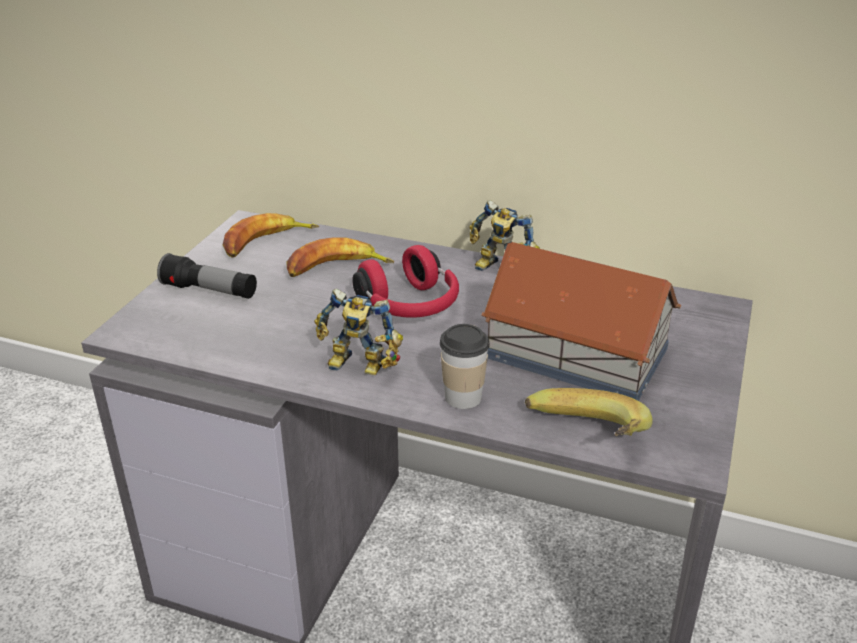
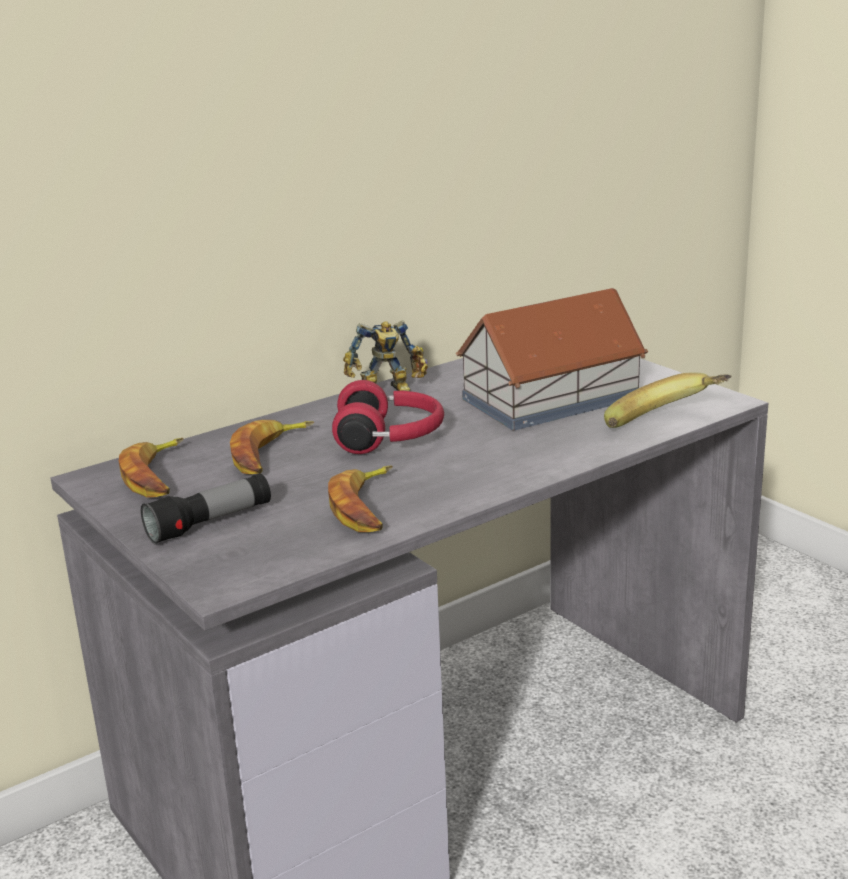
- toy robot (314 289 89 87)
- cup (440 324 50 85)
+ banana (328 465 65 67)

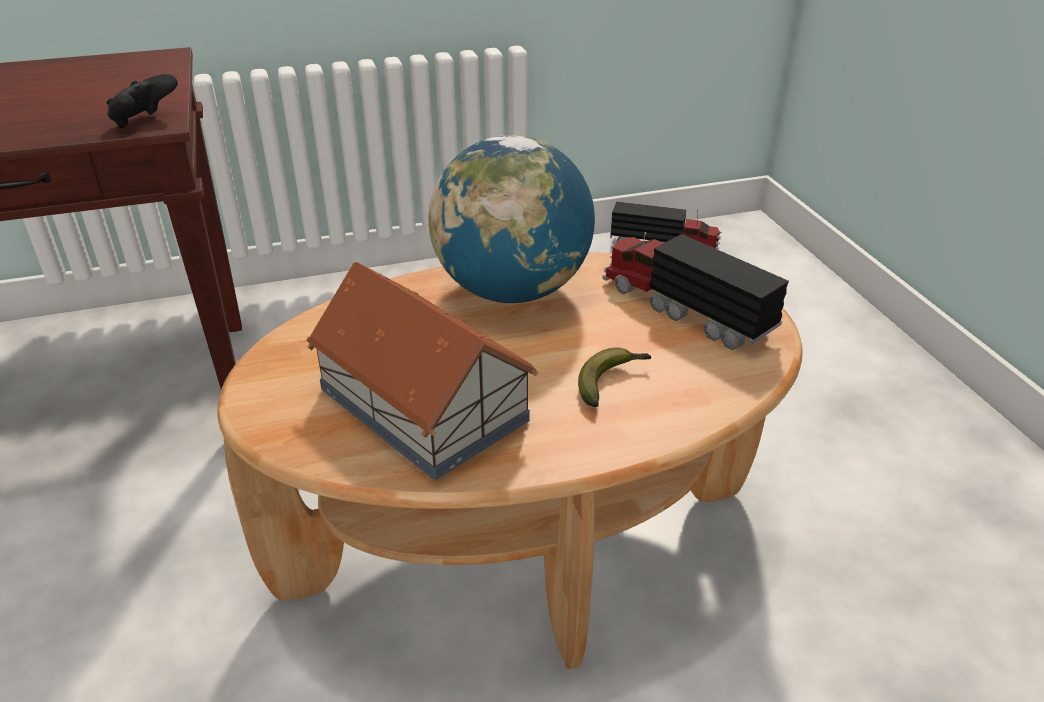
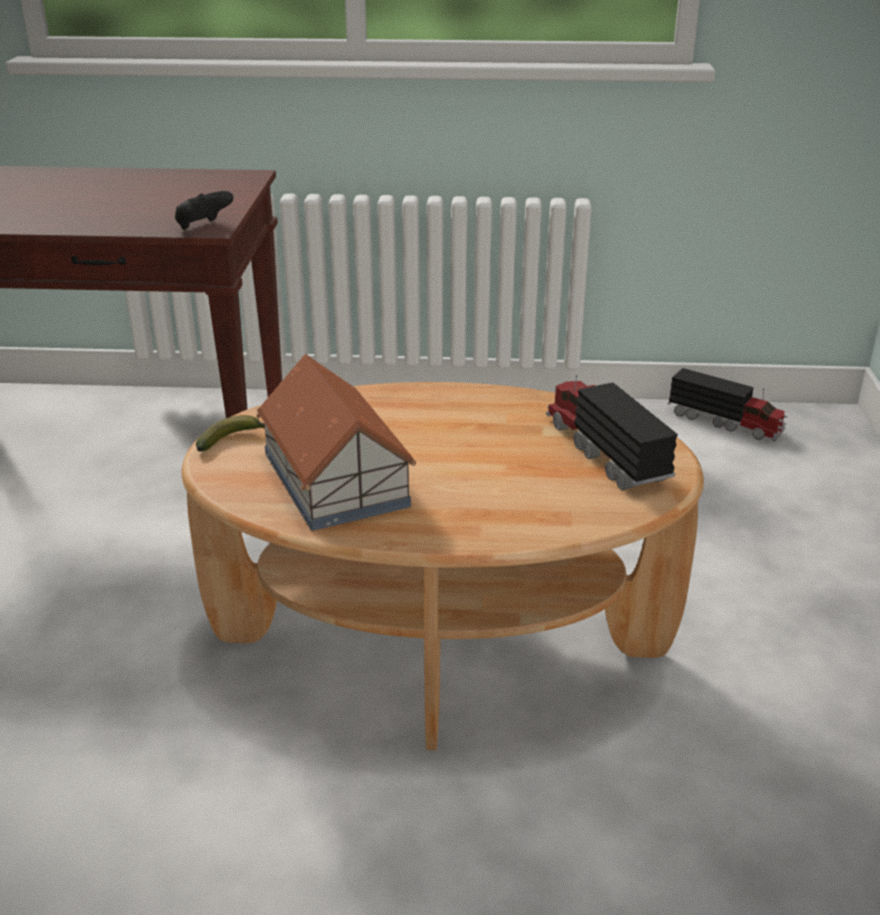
- globe (428 135 167 168)
~ banana (578 347 73 60) to (196 415 69 37)

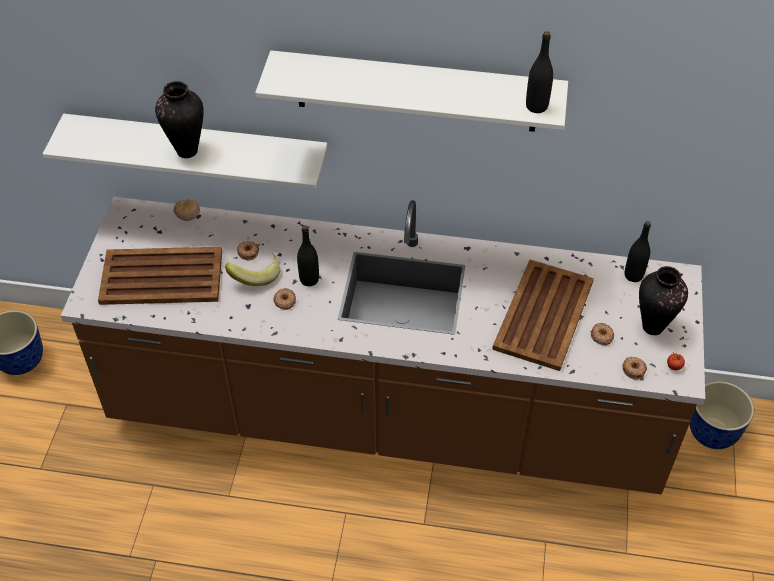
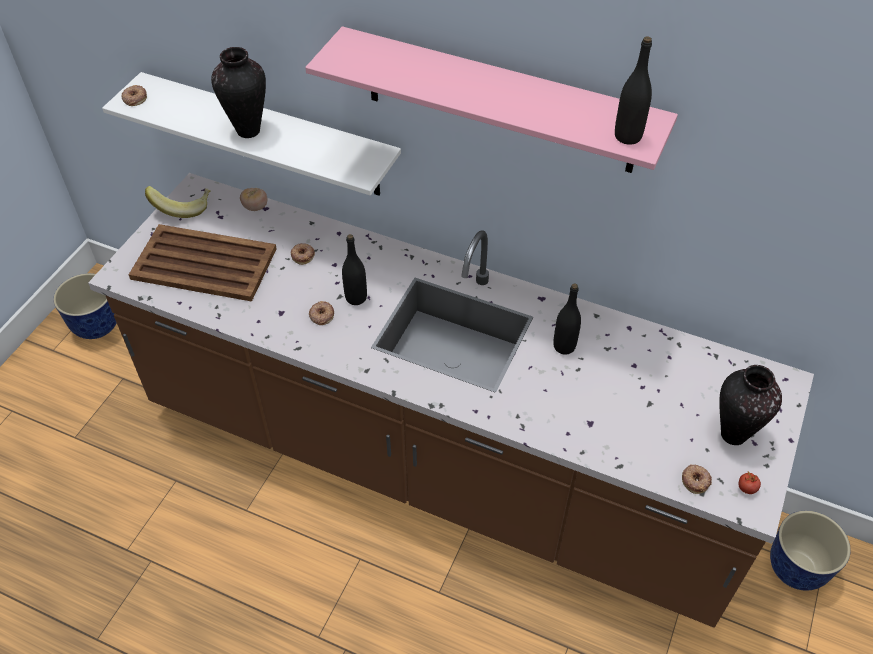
~ banana (225 252 55 34) to (145 186 66 32)
~ white shelf (255 50 313 82) to pink shelf (305 26 373 147)
- brown tray (492 260 102 111)
~ donut (591 323 23 23) to (122 85 25 21)
~ black bottle (625 221 26 61) to (553 283 28 72)

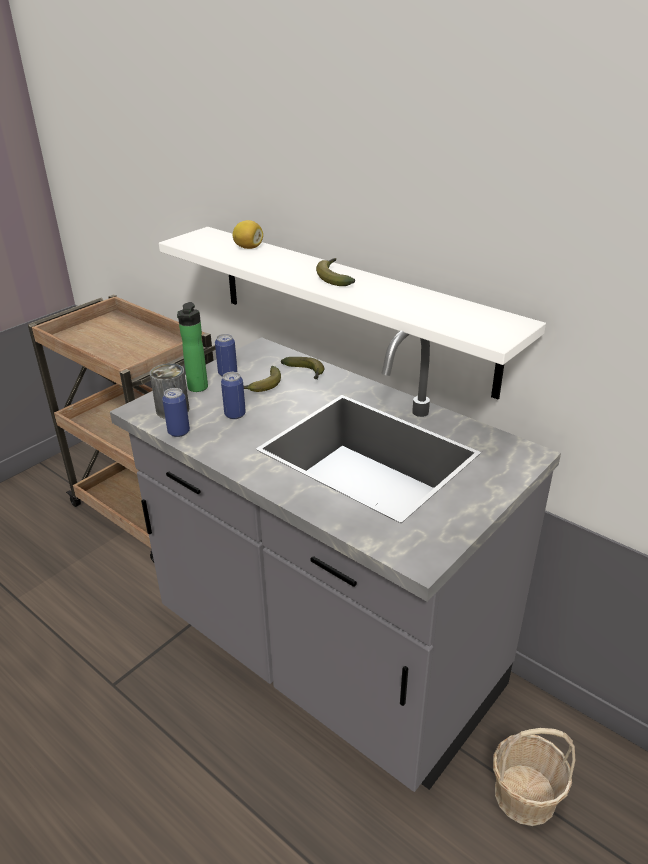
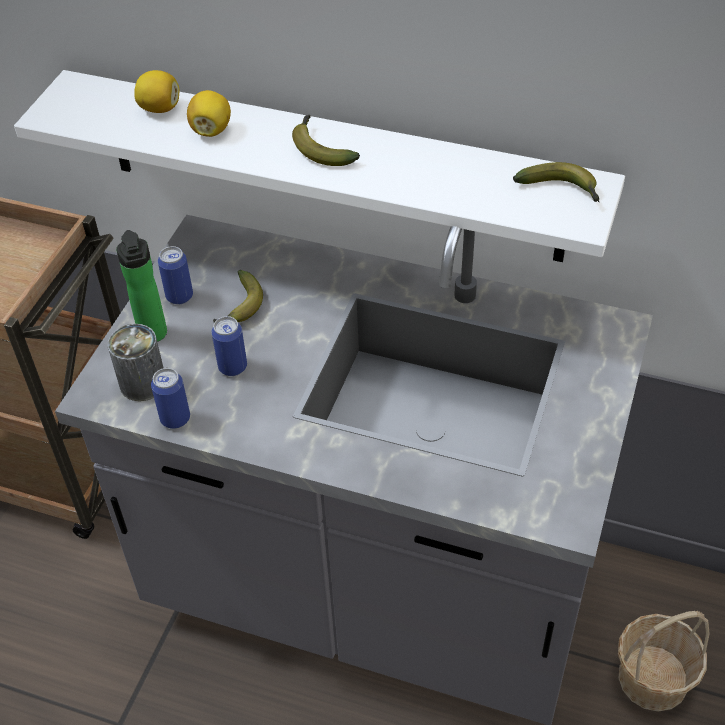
~ banana (281 357 43 23) to (513 162 86 40)
+ lemon (187 90 44 47)

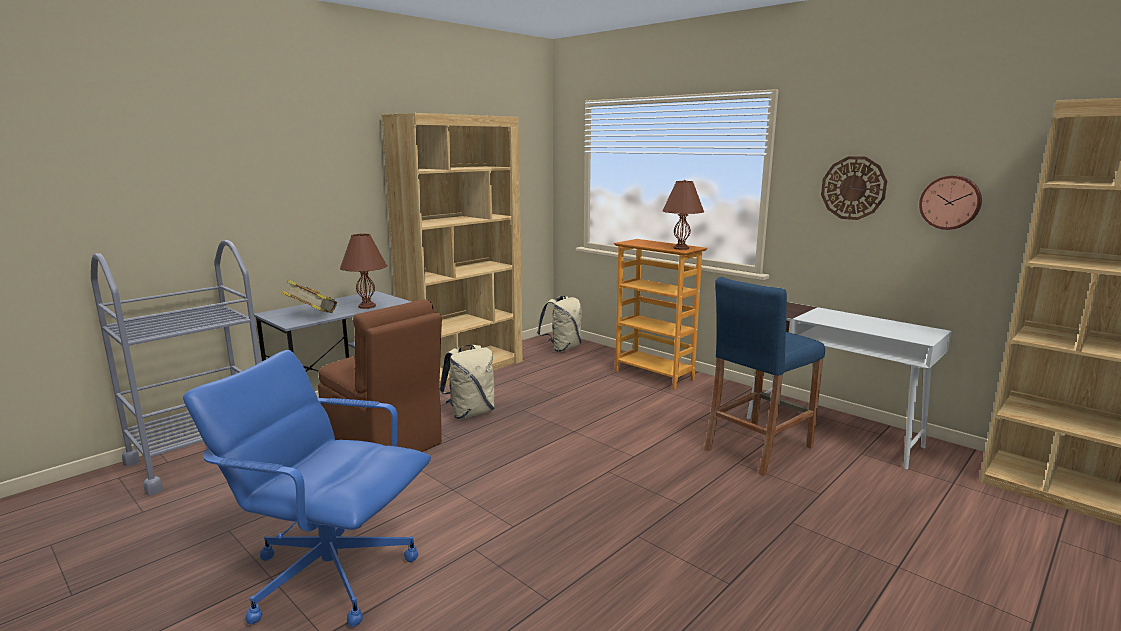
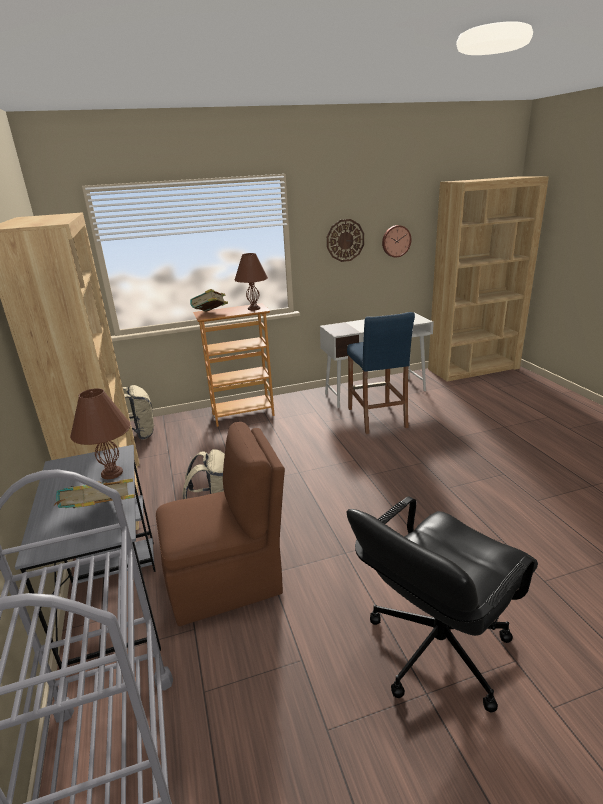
~ blue office chair (183 350 248 277) to black office chair (347 496 191 216)
+ book (190 289 38 23)

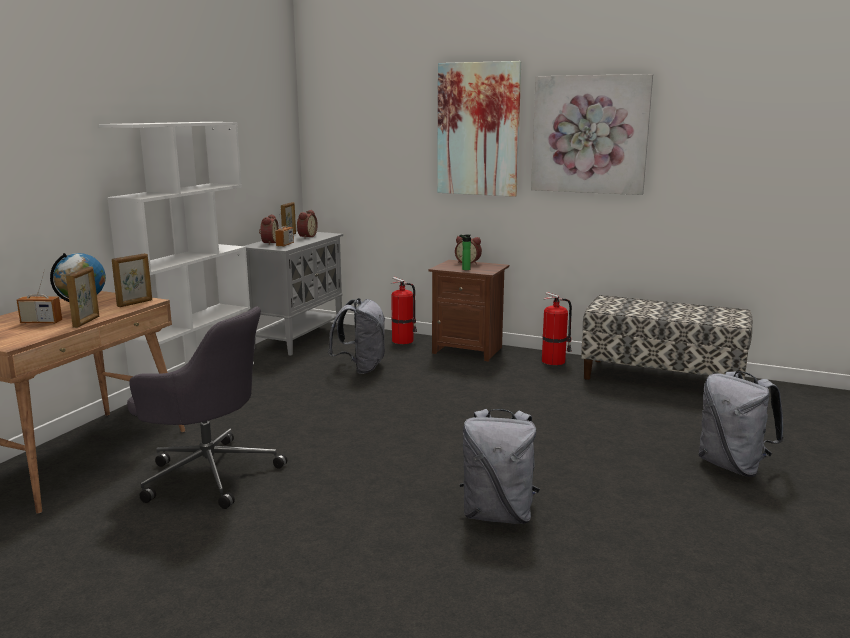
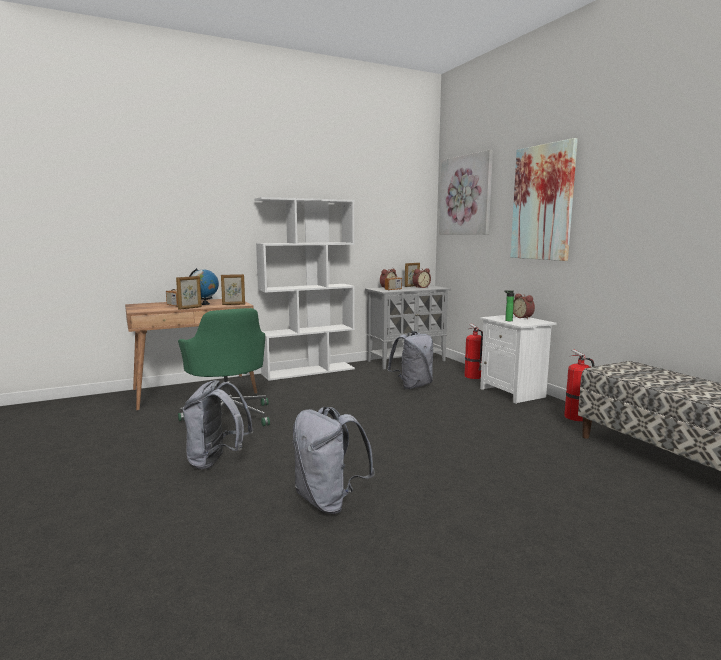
~ grey office chair (127 307 160 202) to green office chair (178 308 92 118)
~ brown nightstand (429 260 80 102) to white nightstand (480 314 77 90)
~ picture (531 74 122 121) to (439 150 54 85)
~ grey backpack (699 371 85 106) to (183 380 70 90)

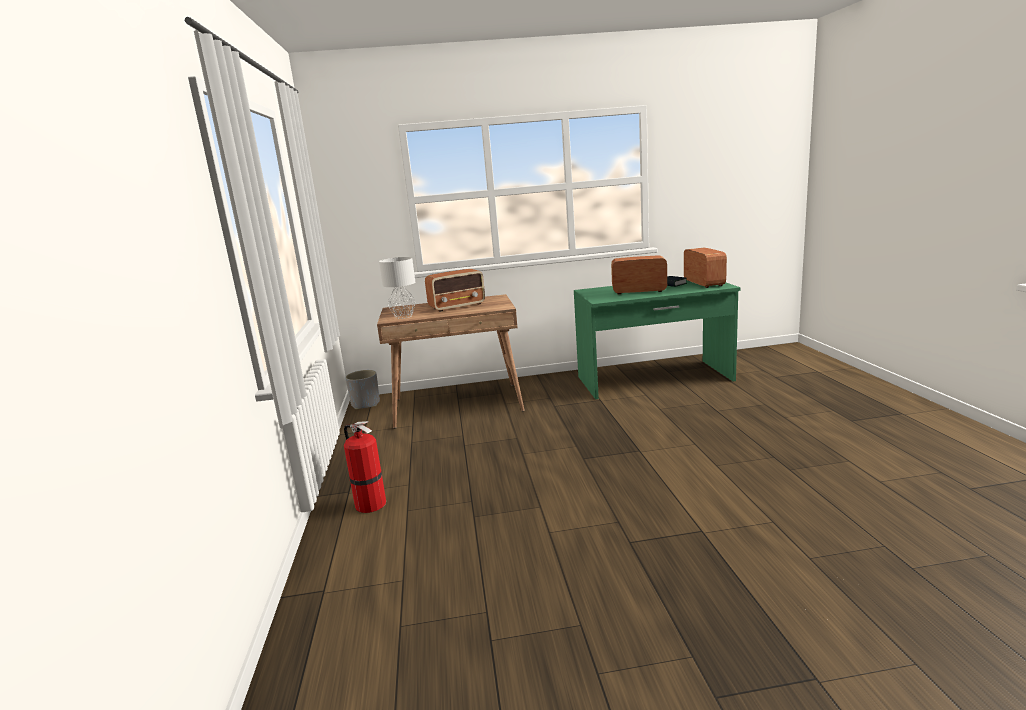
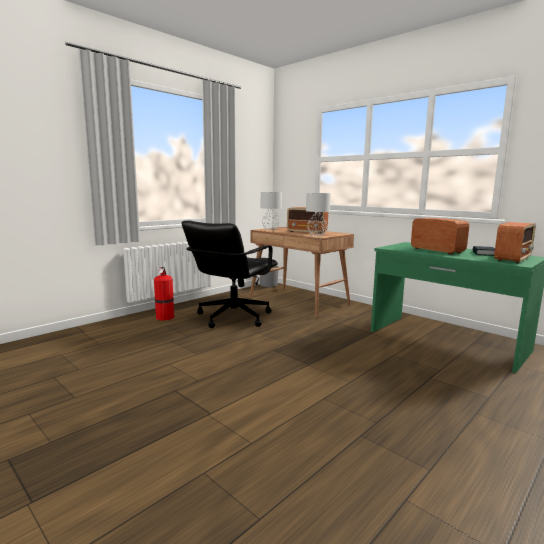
+ black office chair (182 221 96 107)
+ grey table lamp (306 193 25 44)

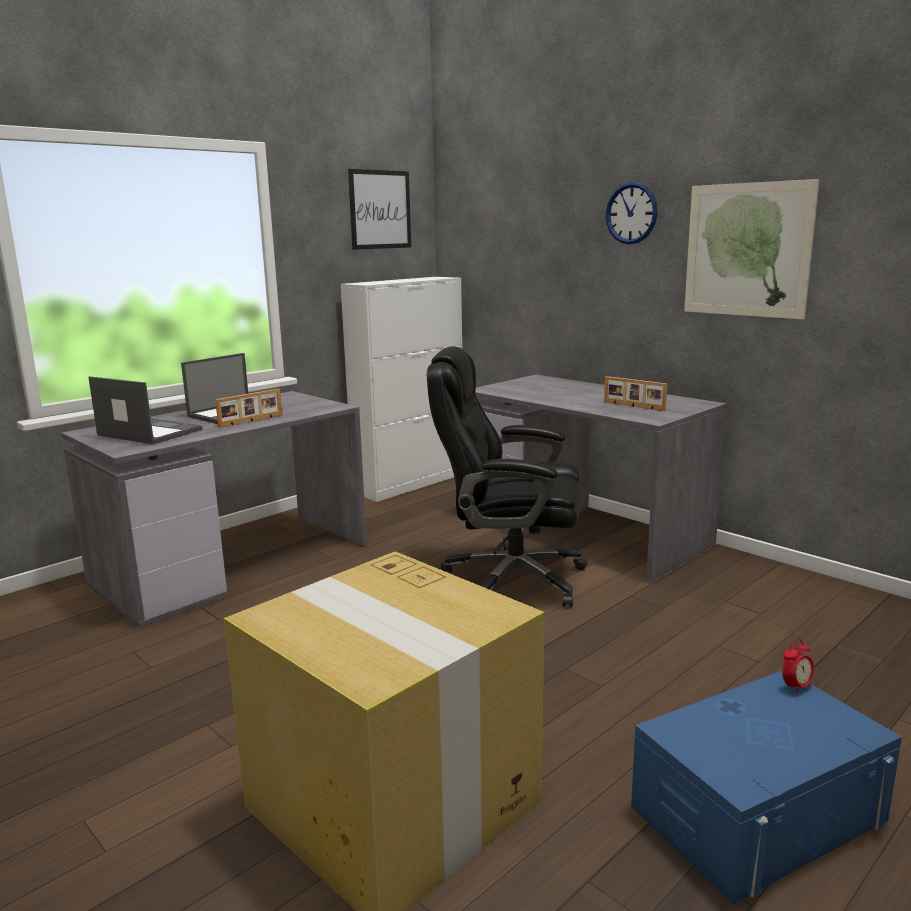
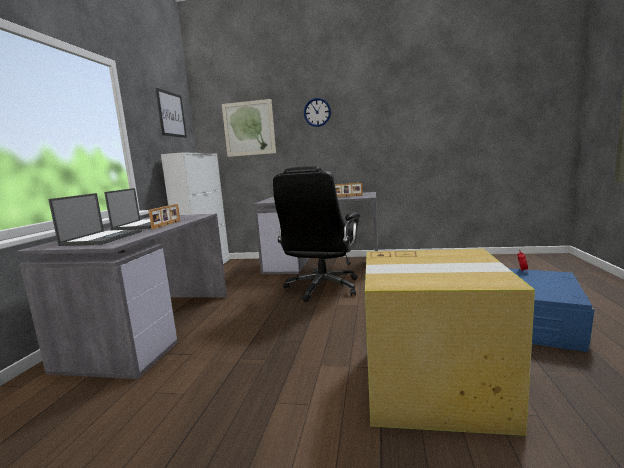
~ laptop (88 376 115 68) = (48 193 94 53) 105 degrees clockwise
~ black office chair (427 346 160 261) = (273 166 87 136) 45 degrees counterclockwise
~ picture (684 179 135 140) to (222 99 54 58)

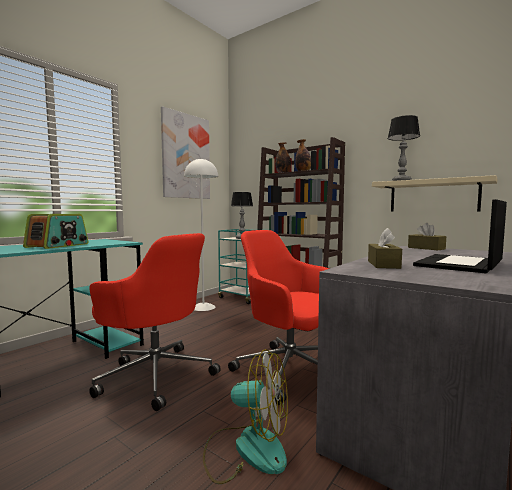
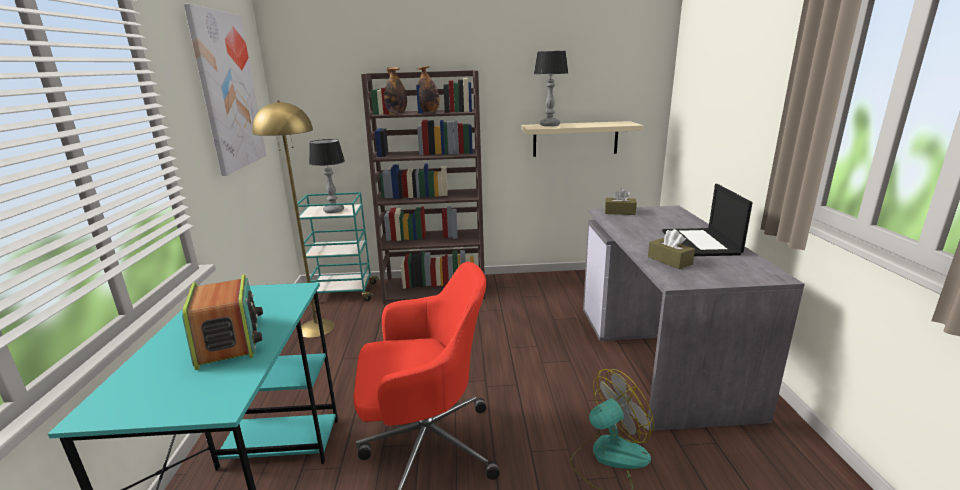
~ white floor lamp (184 158 34 153) to yellow floor lamp (252 100 83 238)
- red office chair (228 230 101 175)

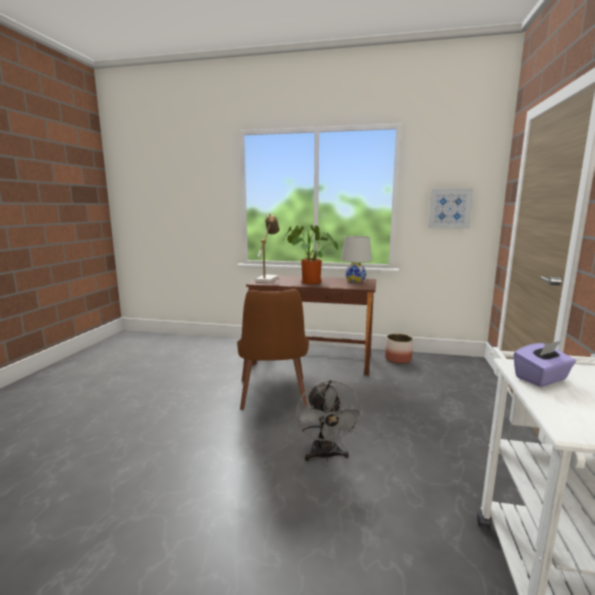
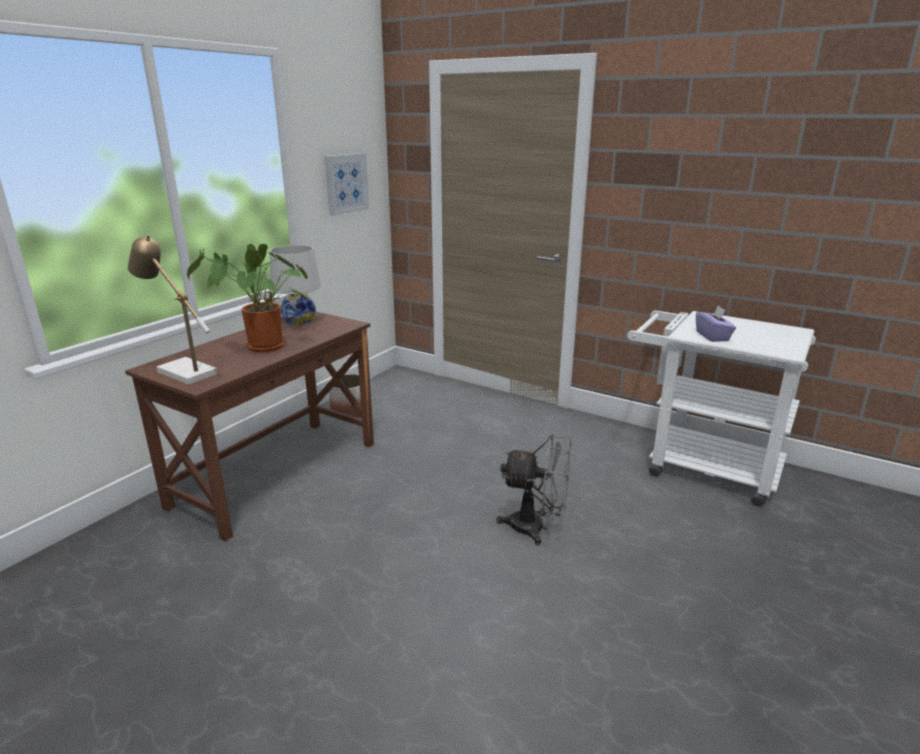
- brown chair (237 289 72 121)

